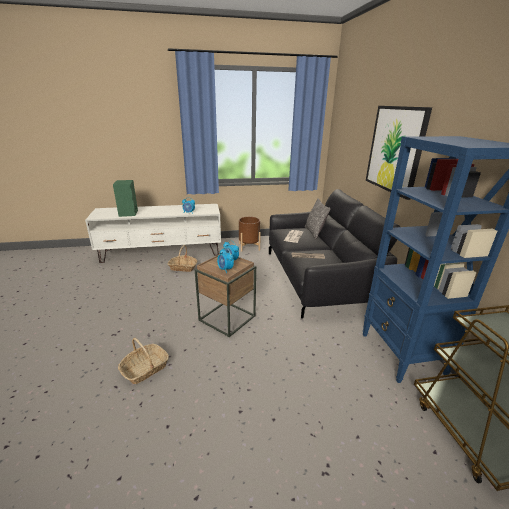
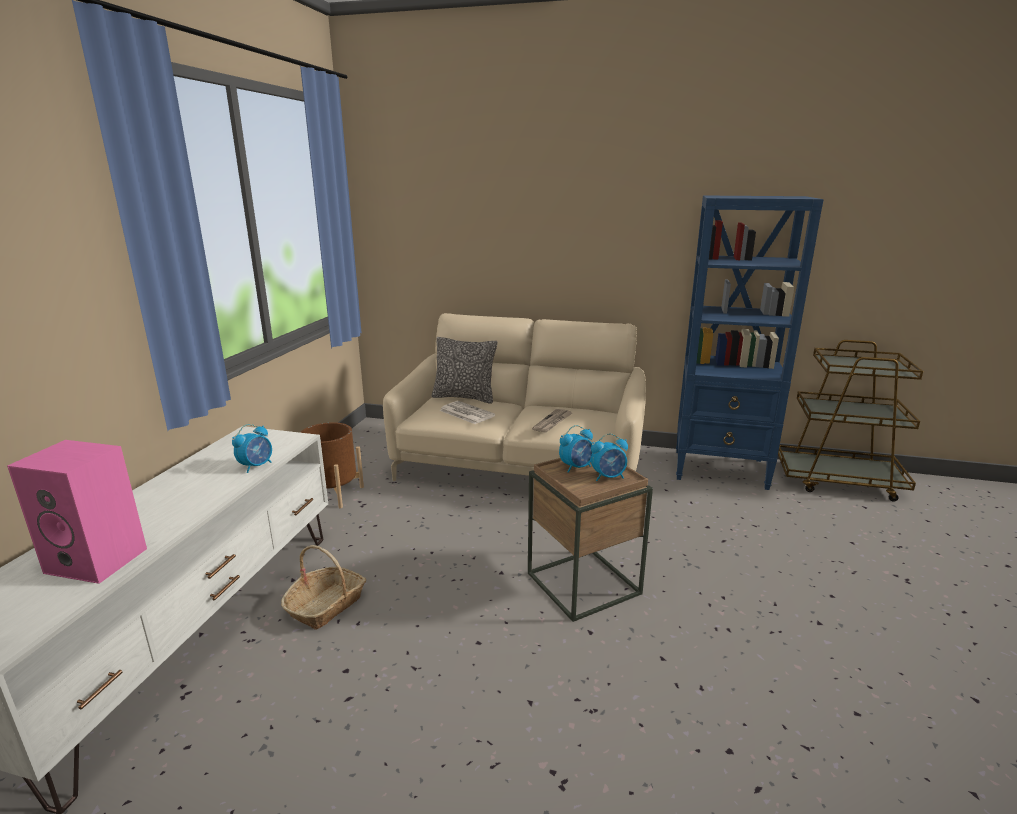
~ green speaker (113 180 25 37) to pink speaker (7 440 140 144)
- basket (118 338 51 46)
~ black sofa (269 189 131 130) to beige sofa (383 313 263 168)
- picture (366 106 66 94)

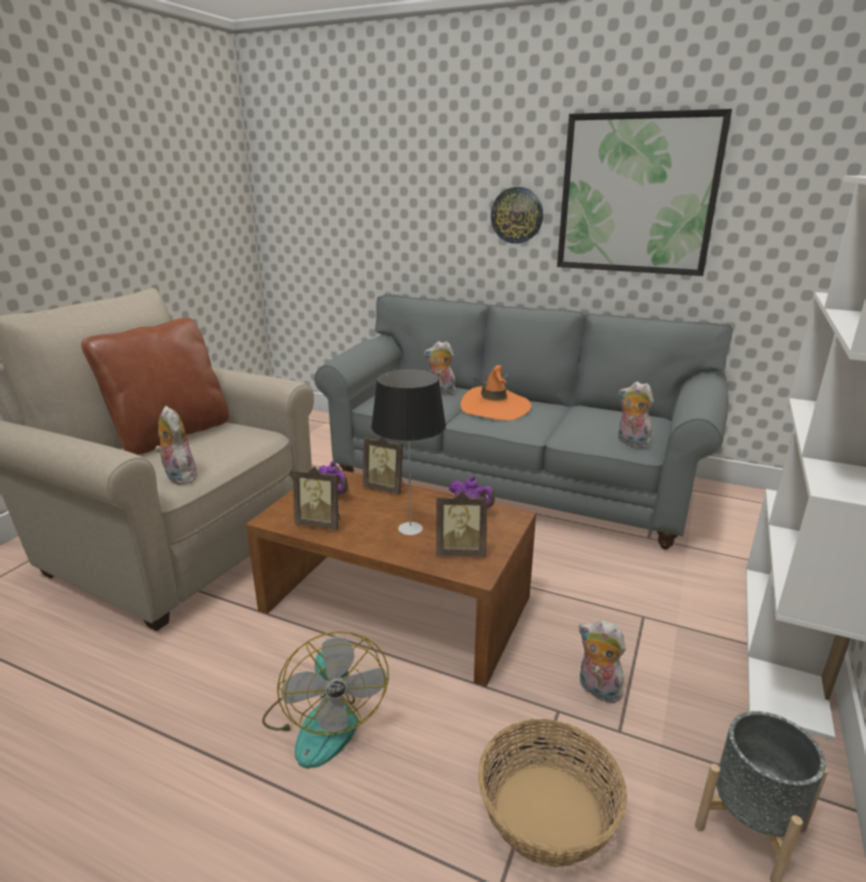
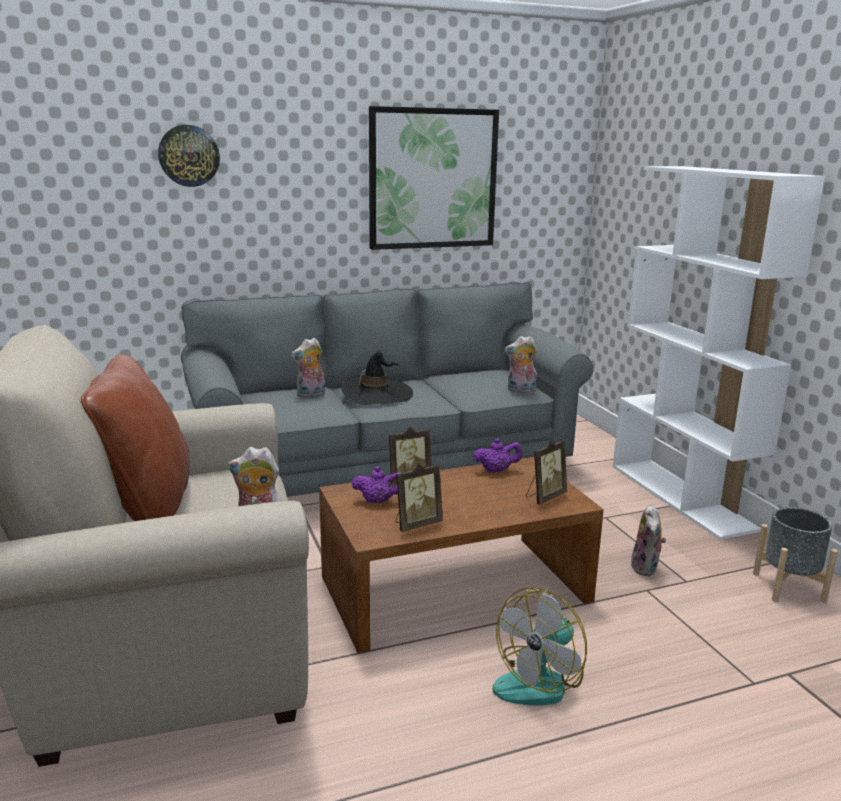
~ fan (262 631 127 138) = (493 587 94 119) 105 degrees clockwise
- table lamp (371 369 75 166)
~ orange hat (461 365 70 55) to black hat (341 350 72 55)
- basket (478 719 149 148)
~ wall clock (491 187 52 57) to (158 125 62 62)
~ plush toy (578 620 48 83) = (630 504 36 72) 75 degrees counterclockwise

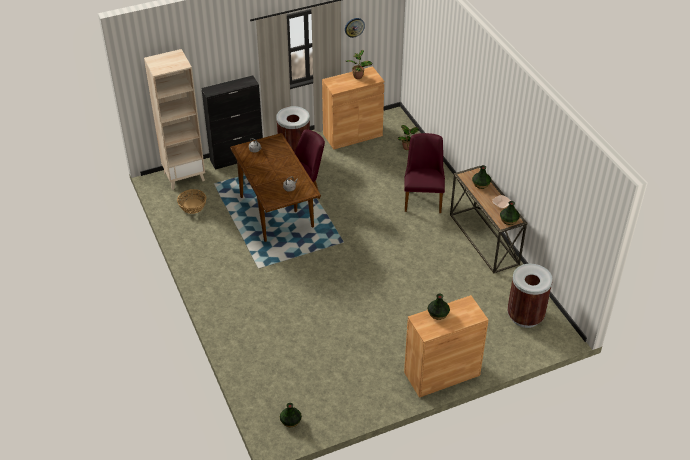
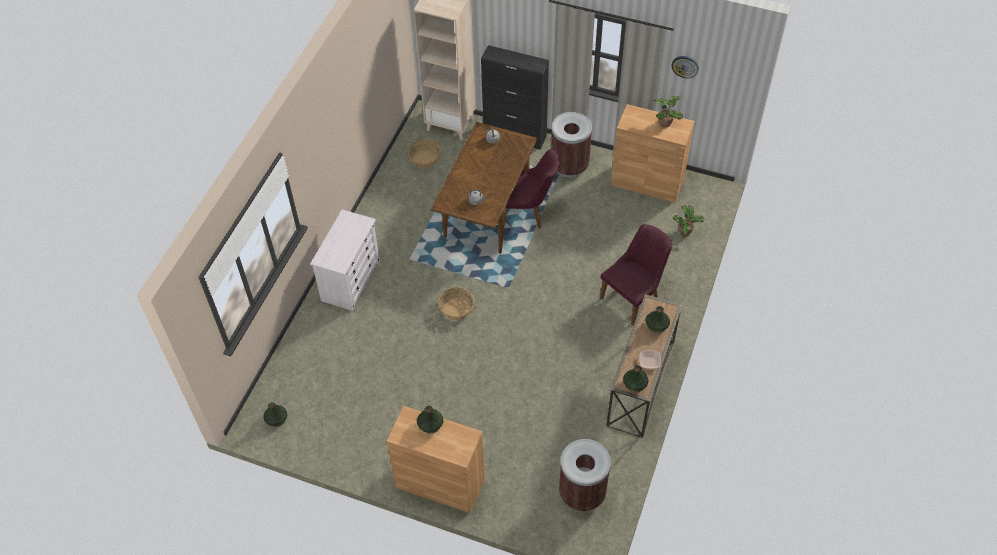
+ white dresser (310 209 70 102)
+ basket (438 287 36 33)

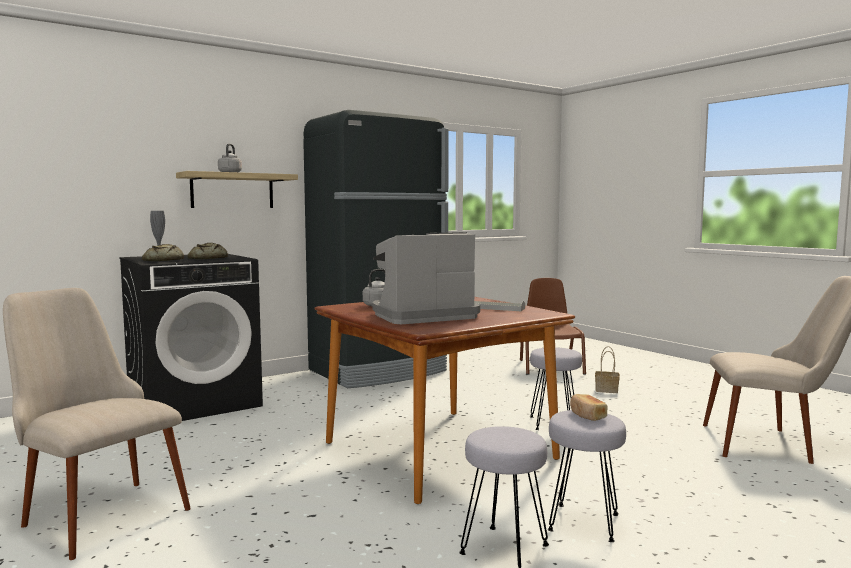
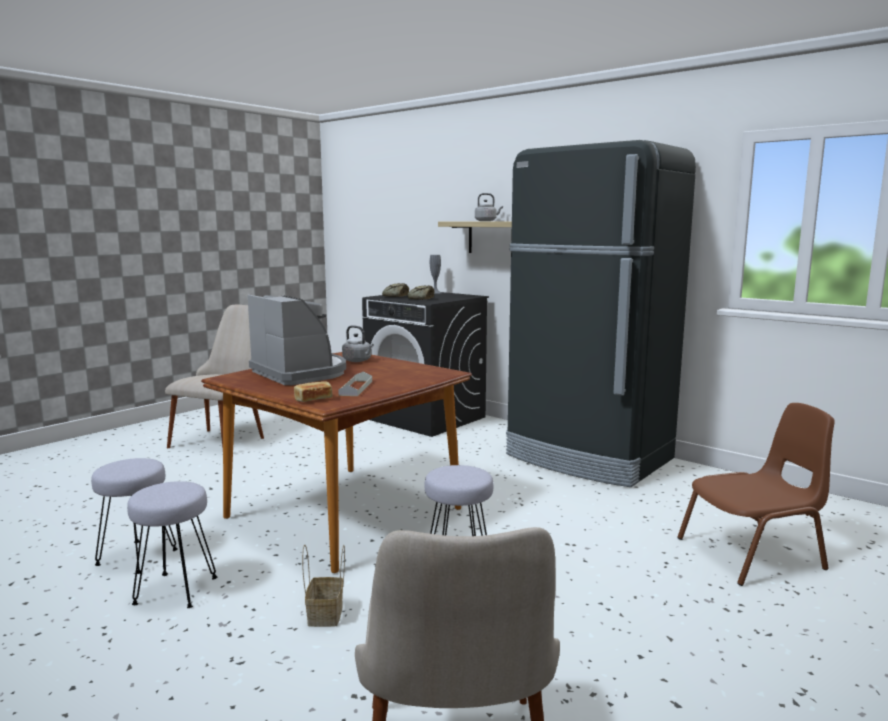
~ bread (570 394 38 27) to (294 381 39 21)
~ basket (595 346 25 47) to (302 545 43 82)

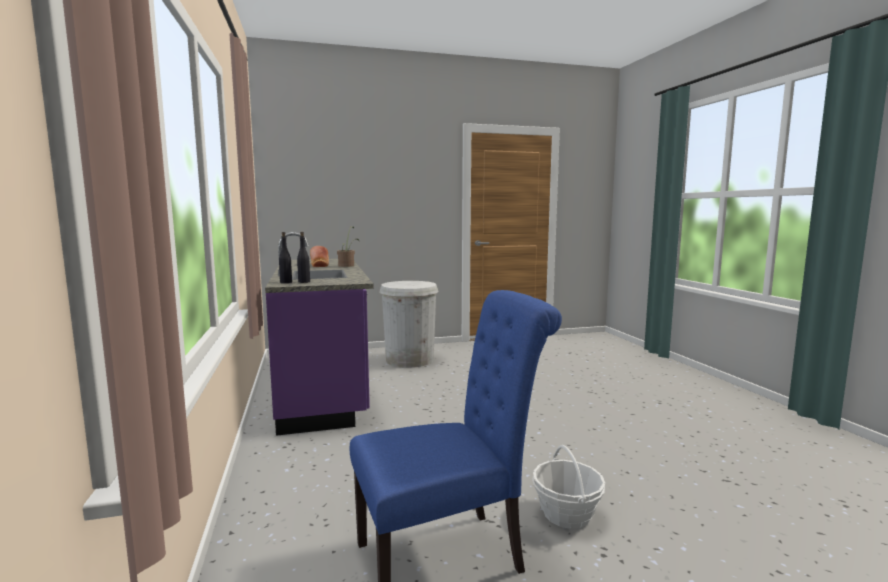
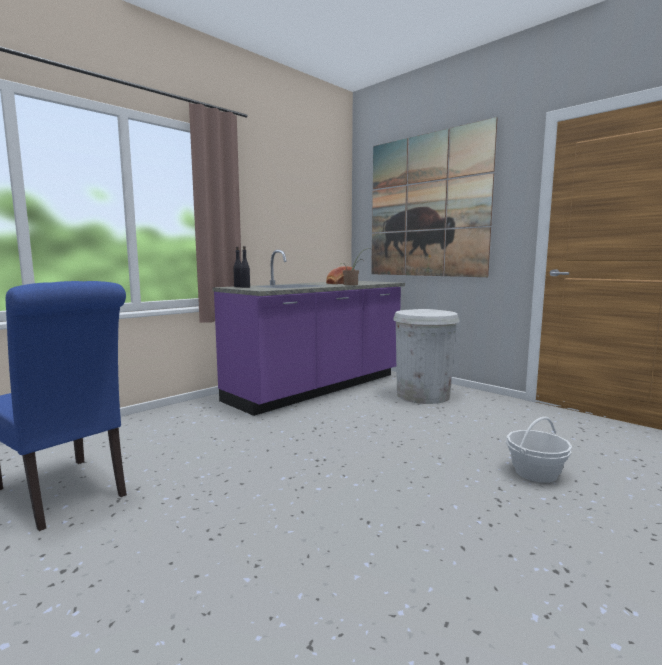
~ basket (532 445 73 84) to (506 417 66 66)
+ picture (371 117 127 160)

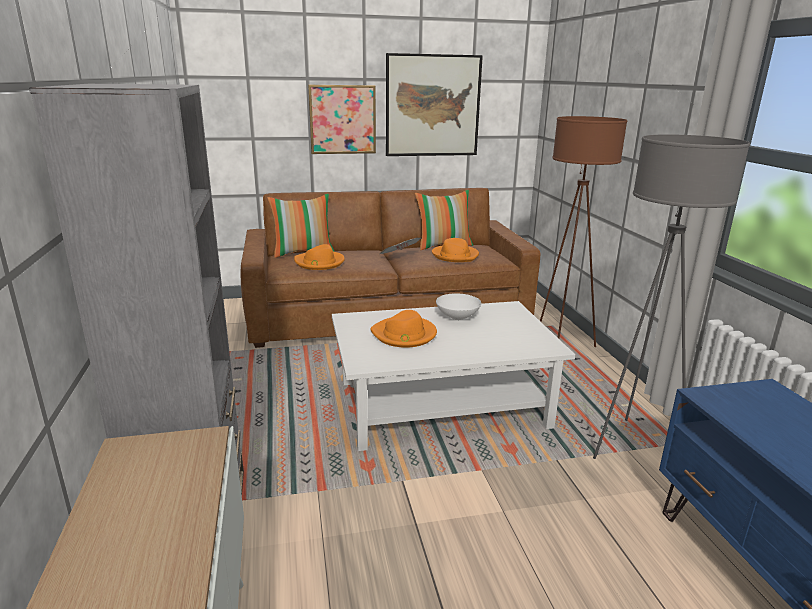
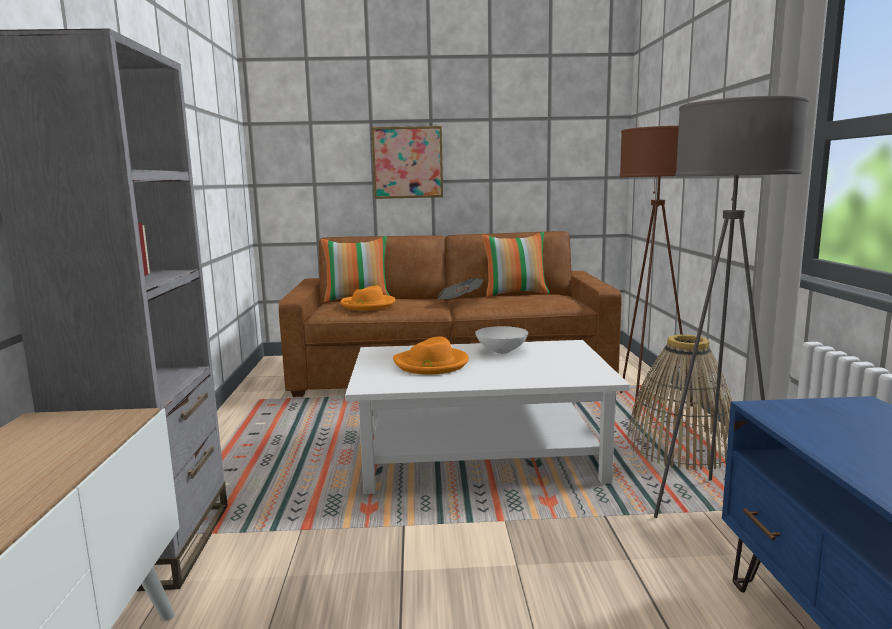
- picture (386 53 97 103)
- orange hat (432 238 47 24)
+ basket (627 335 105 135)

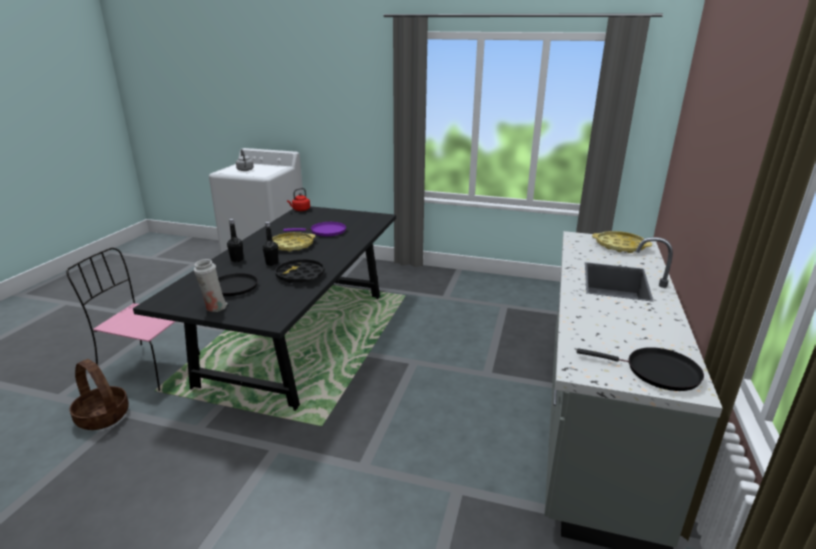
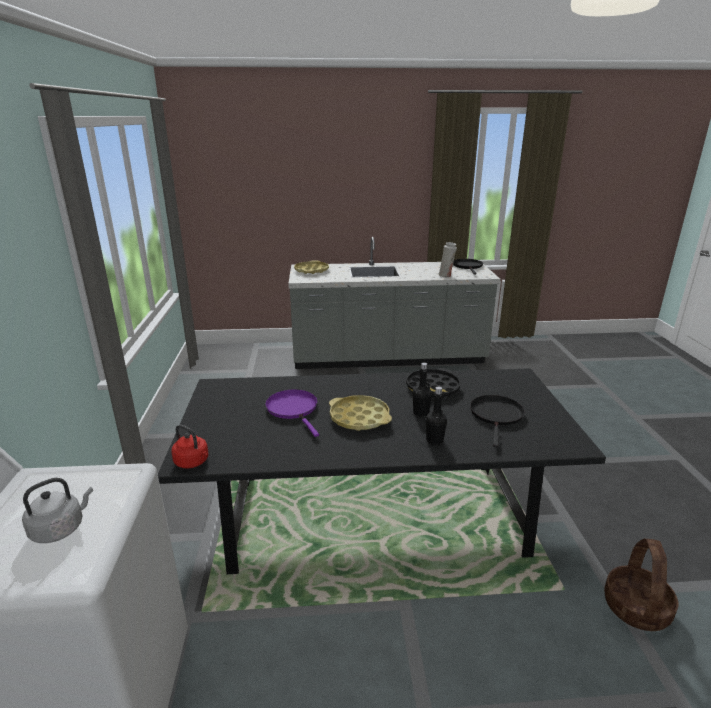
- pink chair (66 248 134 143)
~ white vase (194 259 33 53) to (439 242 18 35)

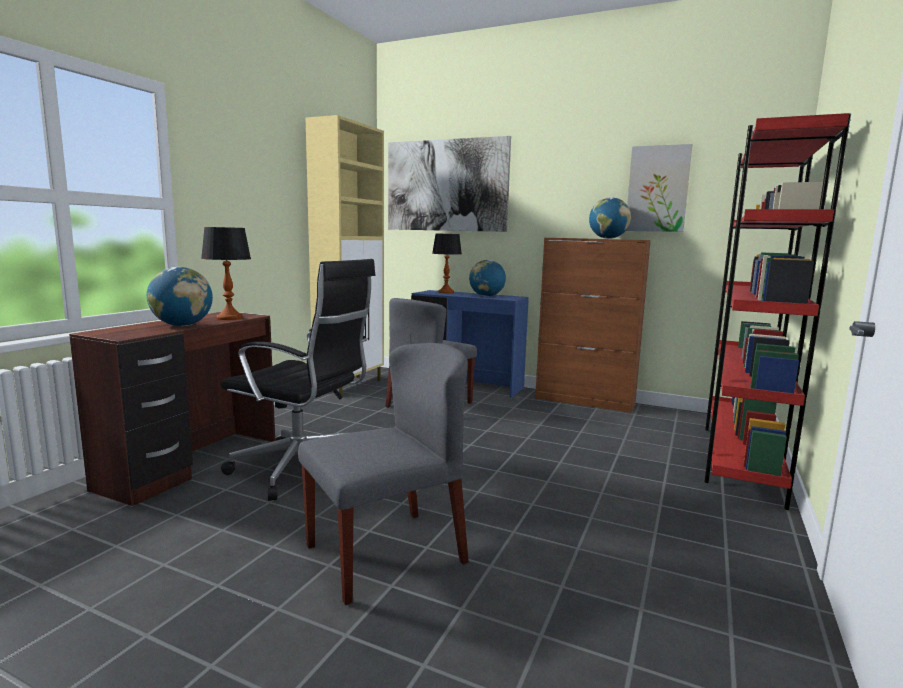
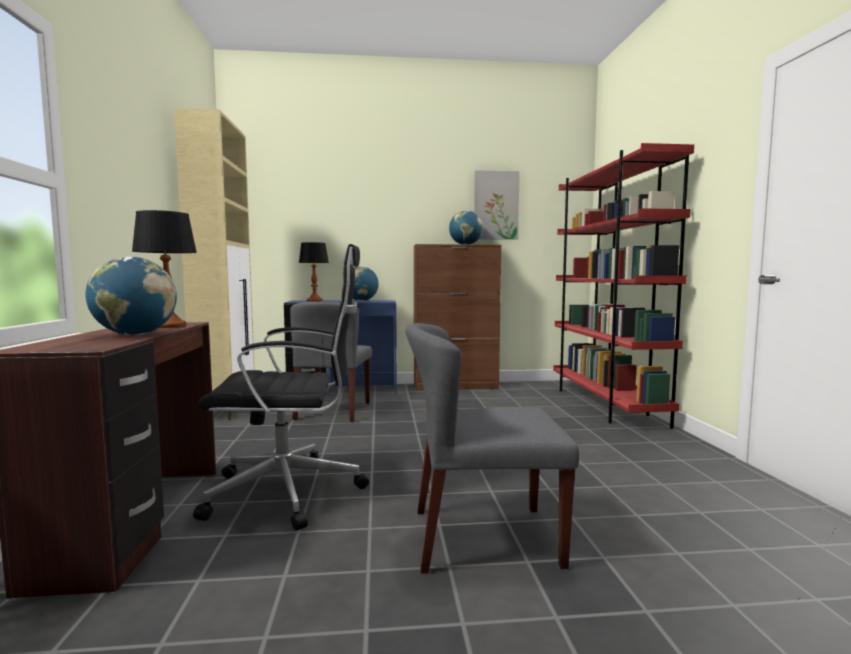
~ grey chair (298 343 171 262) = (405 323 174 251) 120 degrees counterclockwise
- picture (388 136 123 96)

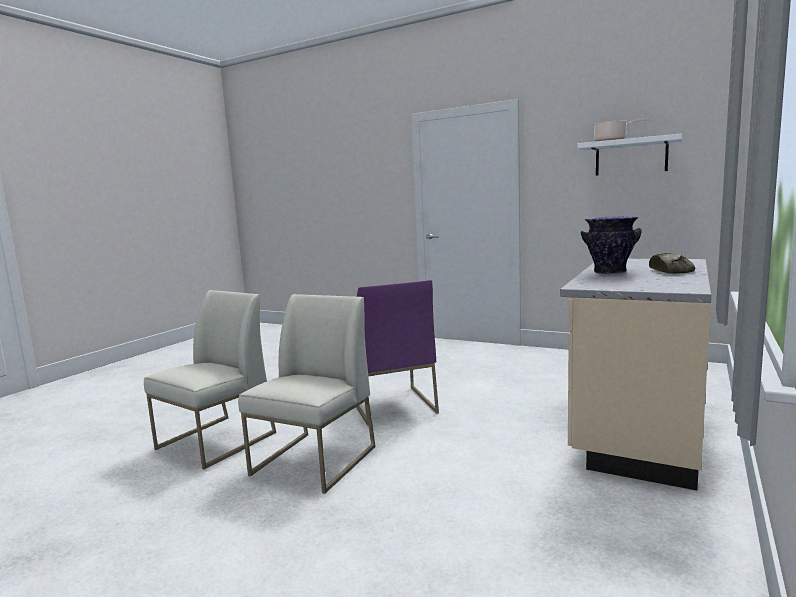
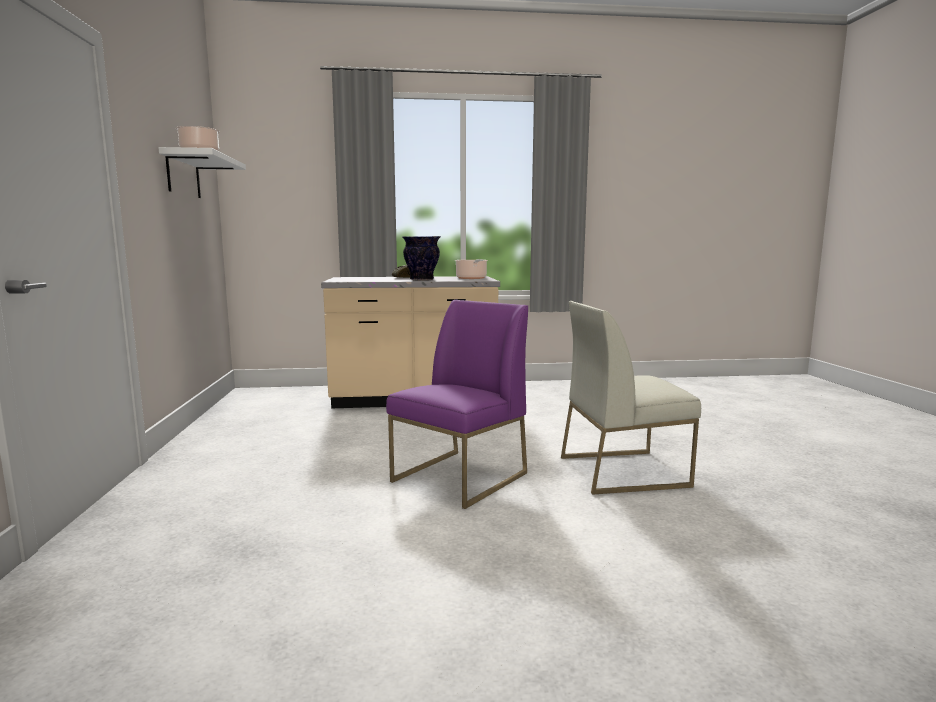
- white chair (144 290 132 179)
+ cooking pot (454 259 34 20)

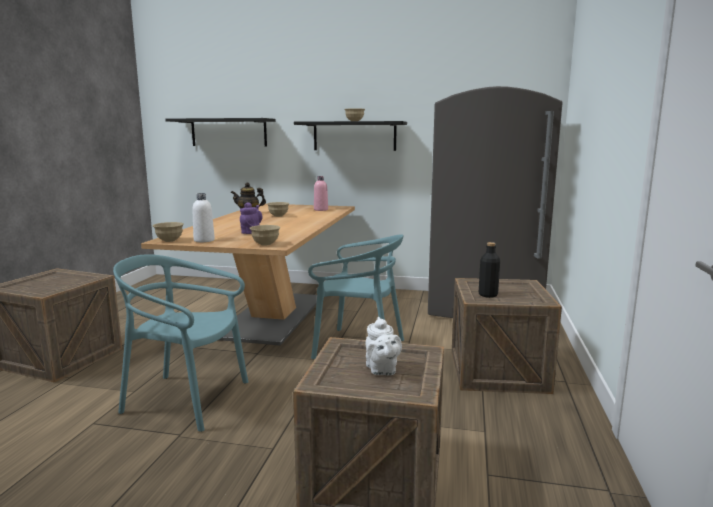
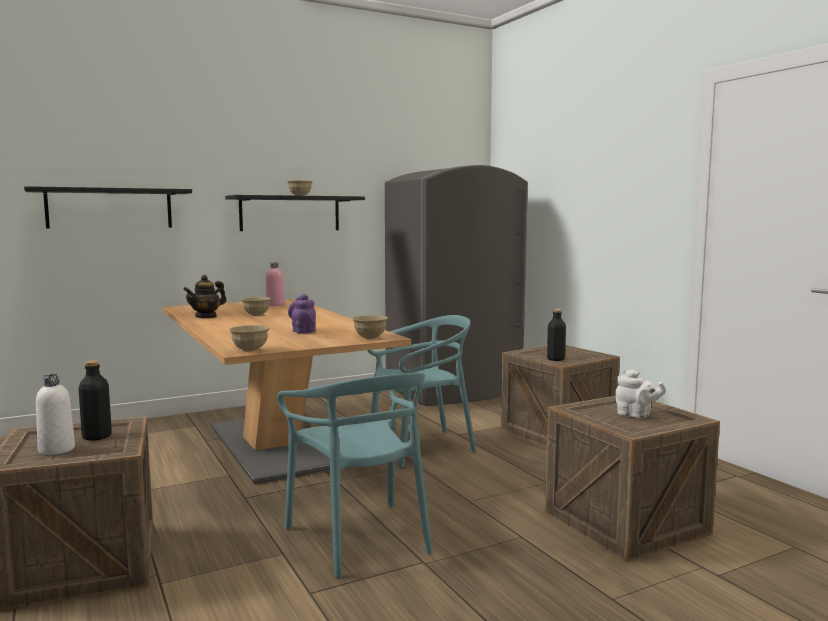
~ turquoise chair (113 254 136 178) = (277 373 155 205) 90 degrees counterclockwise
~ white bottle (192 193 23 49) to (36 374 39 81)
+ black bottle (78 361 34 80)

